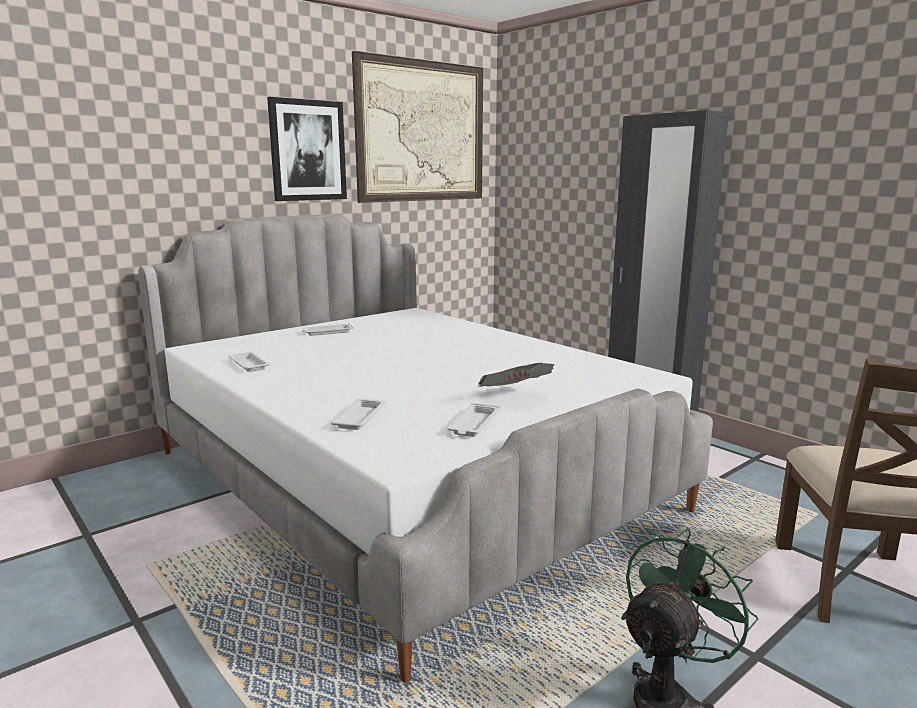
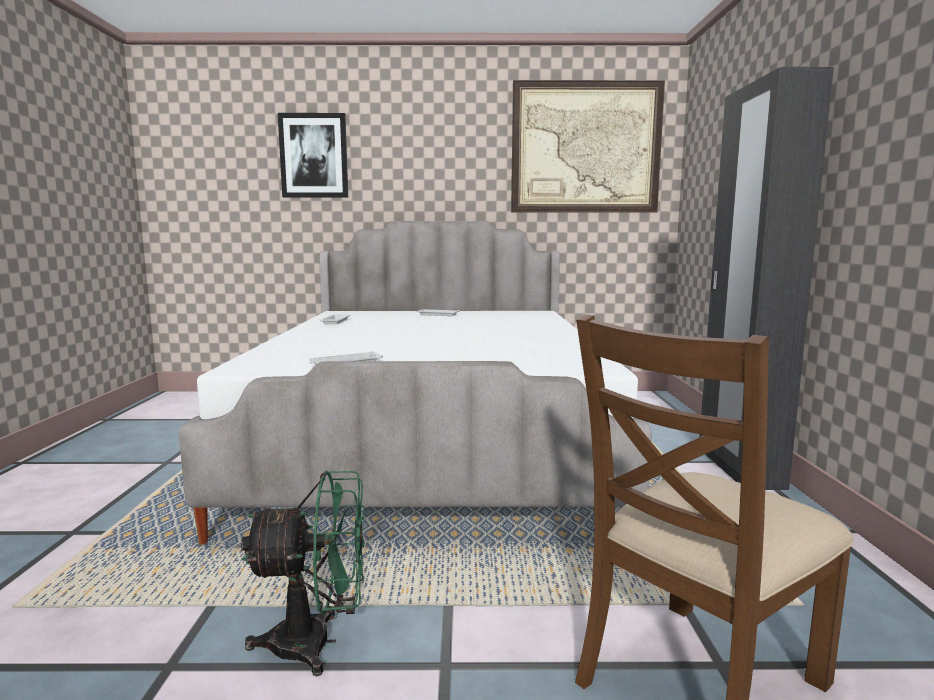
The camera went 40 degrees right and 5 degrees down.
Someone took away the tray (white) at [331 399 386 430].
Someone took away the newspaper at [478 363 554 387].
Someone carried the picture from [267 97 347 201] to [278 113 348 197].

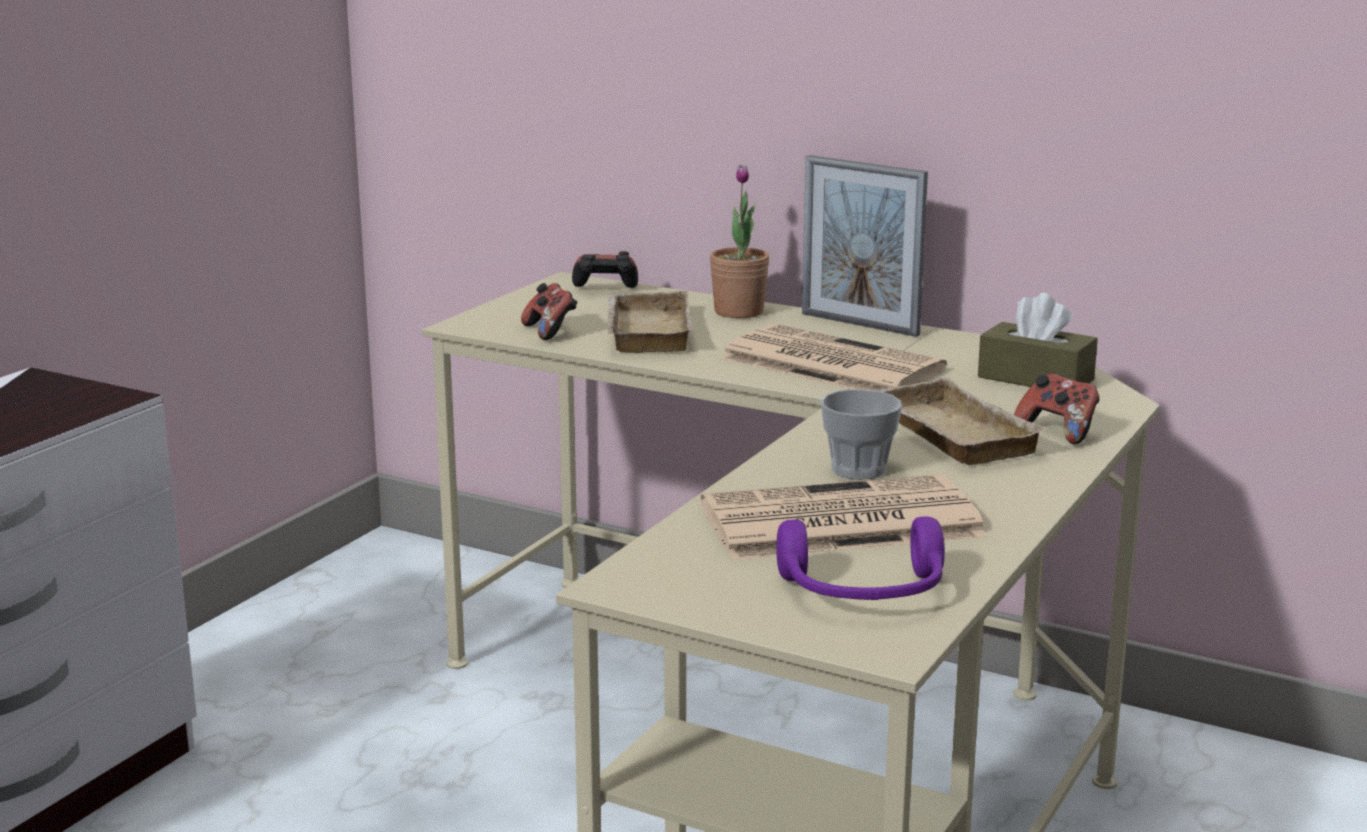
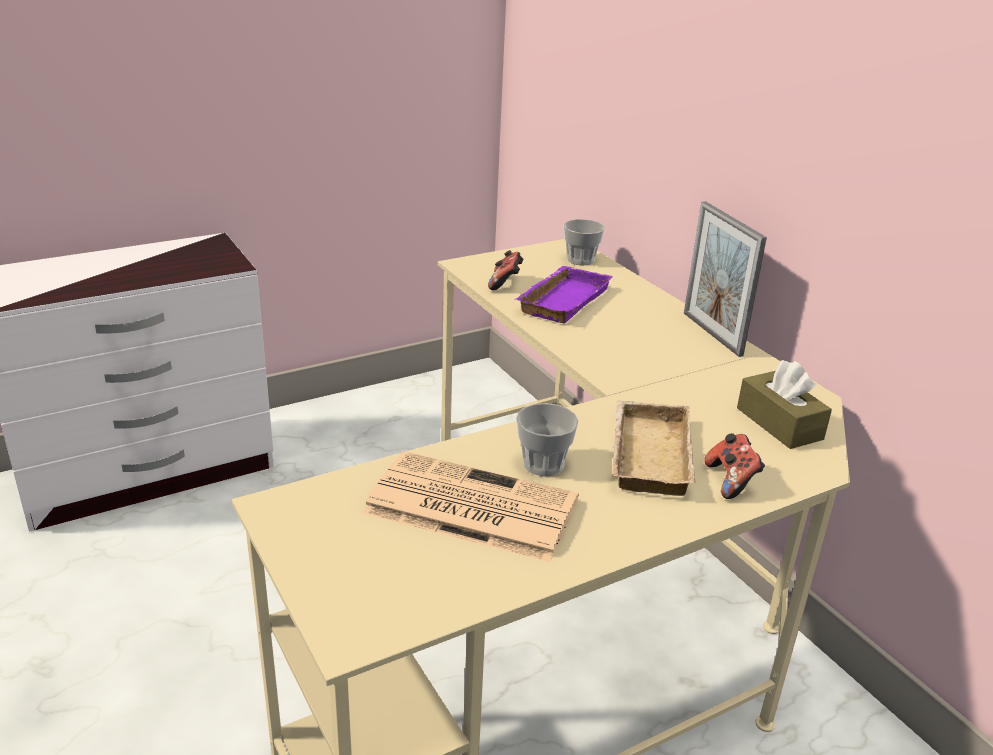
The camera went 30 degrees right and 10 degrees up.
Someone took away the potted plant at [710 165 769 318].
Someone took away the newspaper at [720 324 947 391].
Someone took away the headphones (purple) at [776 516 945 600].
Someone swapped the game controller at [572 251 638 288] for the cup at [563 219 605 265].
Someone repainted the tray (beige) at [606 291 693 353], which became the tray (purple) at [516 266 613 323].

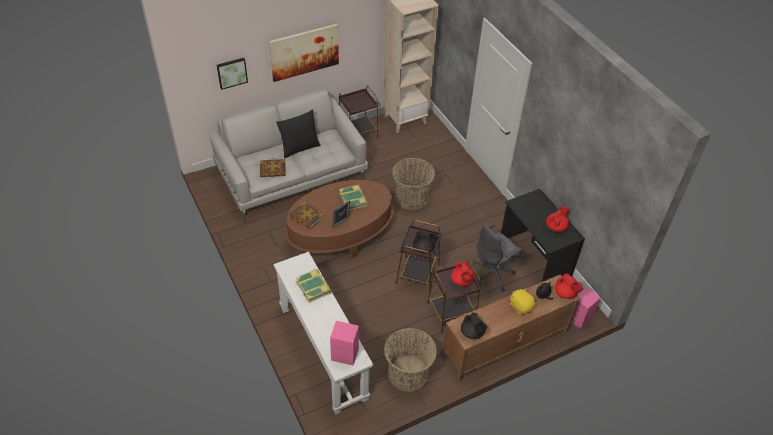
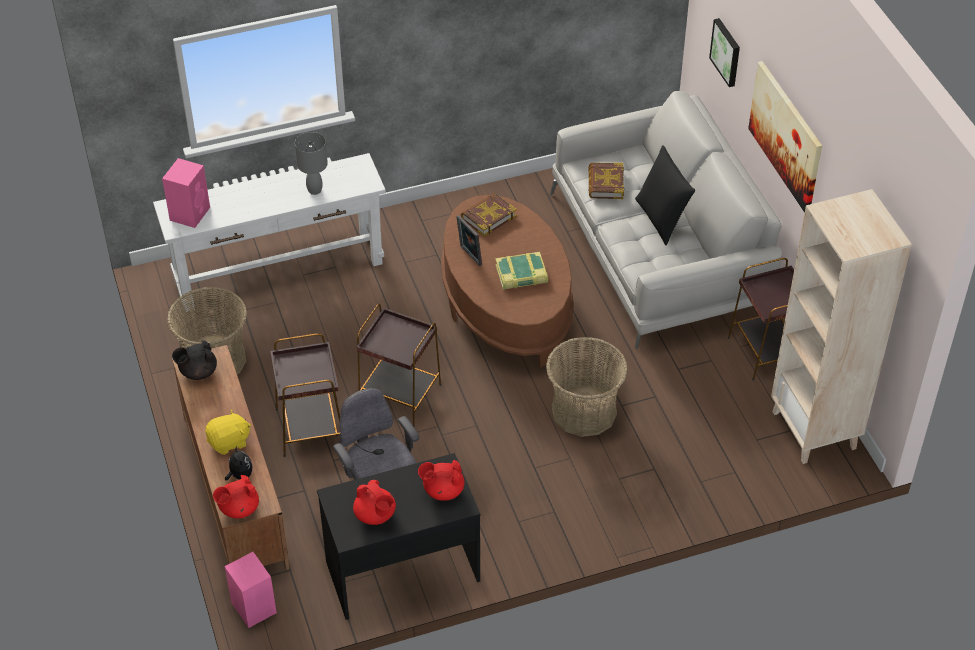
The camera went 100 degrees right and 0 degrees up.
Someone took away the teapot (black) at [413 230 438 254].
Someone carried the teapot (red) from [451 262 475 286] to [418 460 465 501].
Someone swapped the book at [296 269 331 303] for the table lamp (grey) at [295 132 328 195].

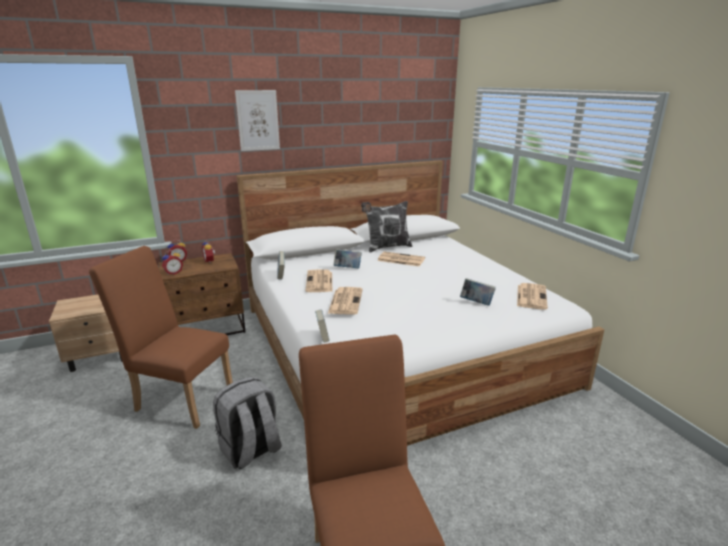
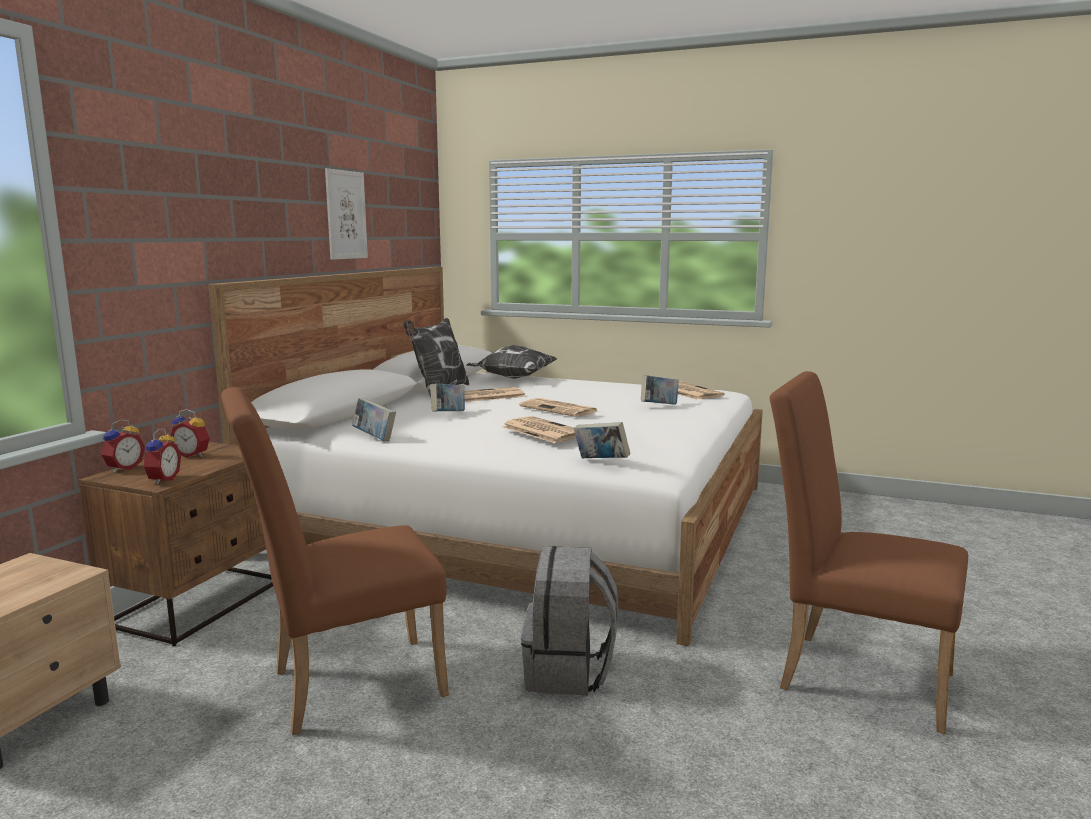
The camera went 45 degrees left and 10 degrees down.
Someone put down the pillow at [466 345 557 379].
Someone carried the picture from [235 90 280 151] to [325 168 368 260].
Someone carried the newspaper from [306 269 332 292] to [519 398 597 417].

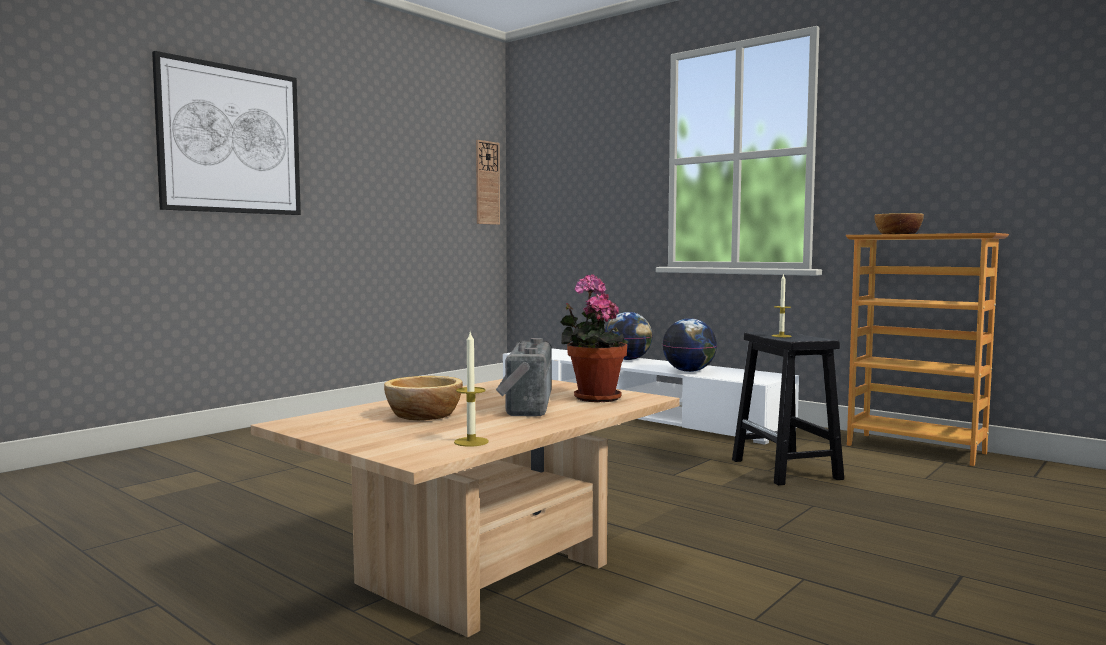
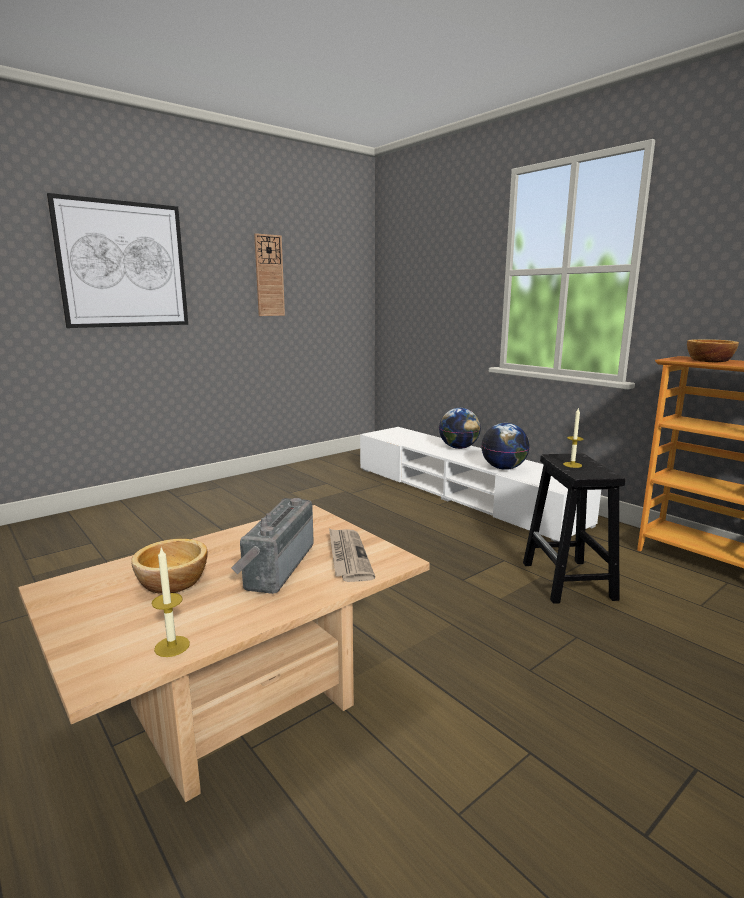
The camera went 10 degrees right and 10 degrees up.
Someone carried the wall clock from [476 140 500 225] to [254 233 285 316].
Someone swapped the potted plant at [561 274 627 402] for the newspaper at [329 528 375 582].

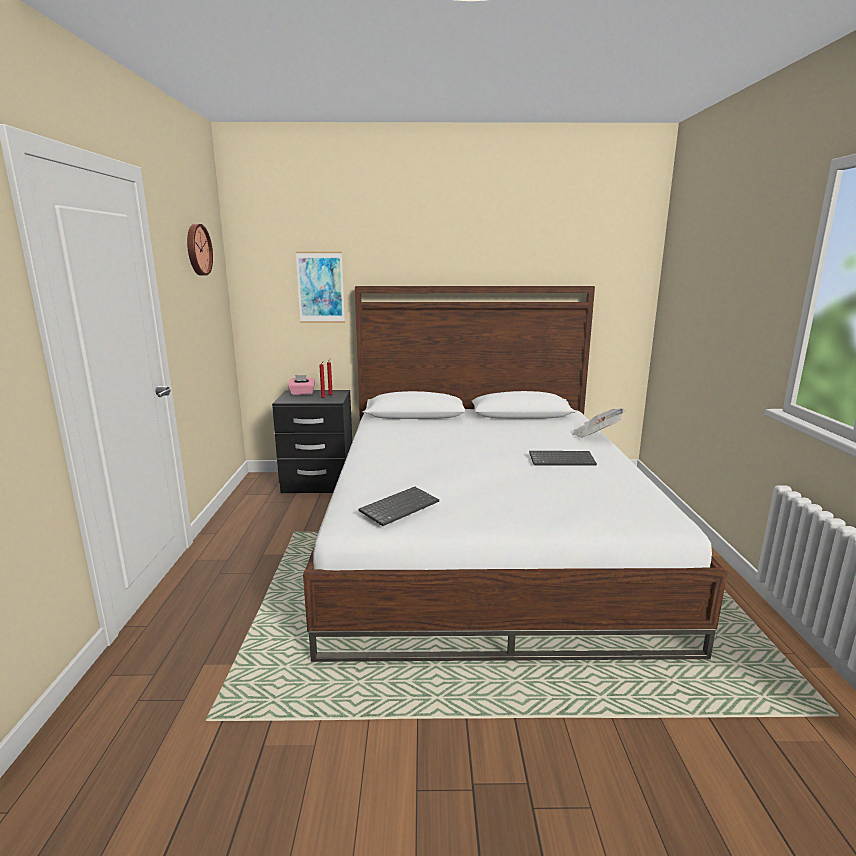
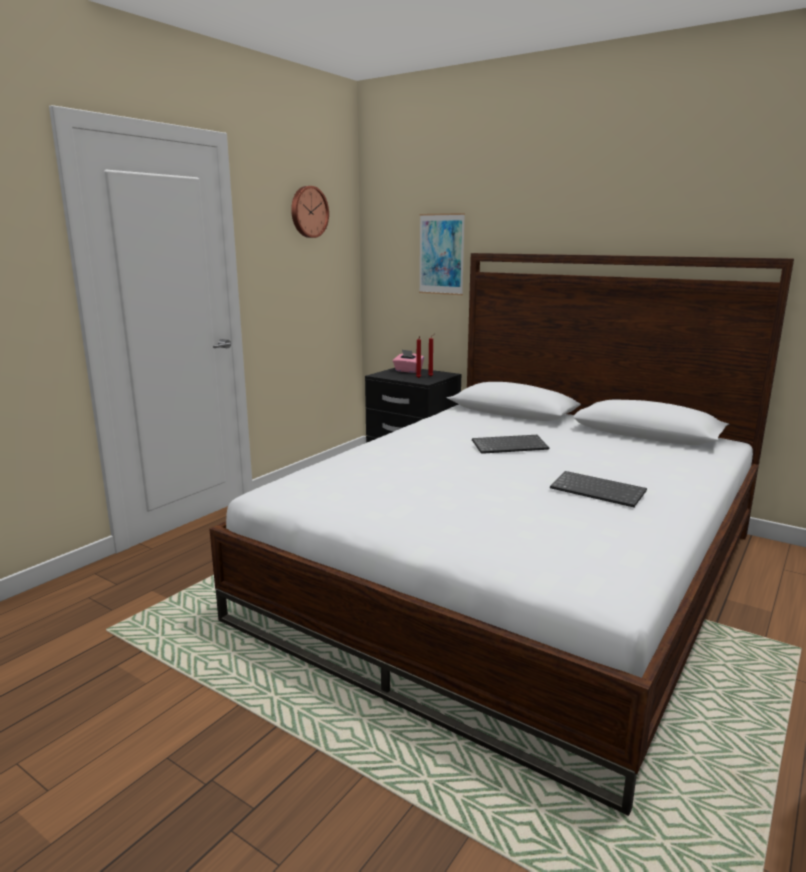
The camera went 35 degrees right and 0 degrees up.
Someone took away the newspaper at [570 409 626 438].
Someone carried the keyboard from [358 487 439 526] to [472 435 549 454].

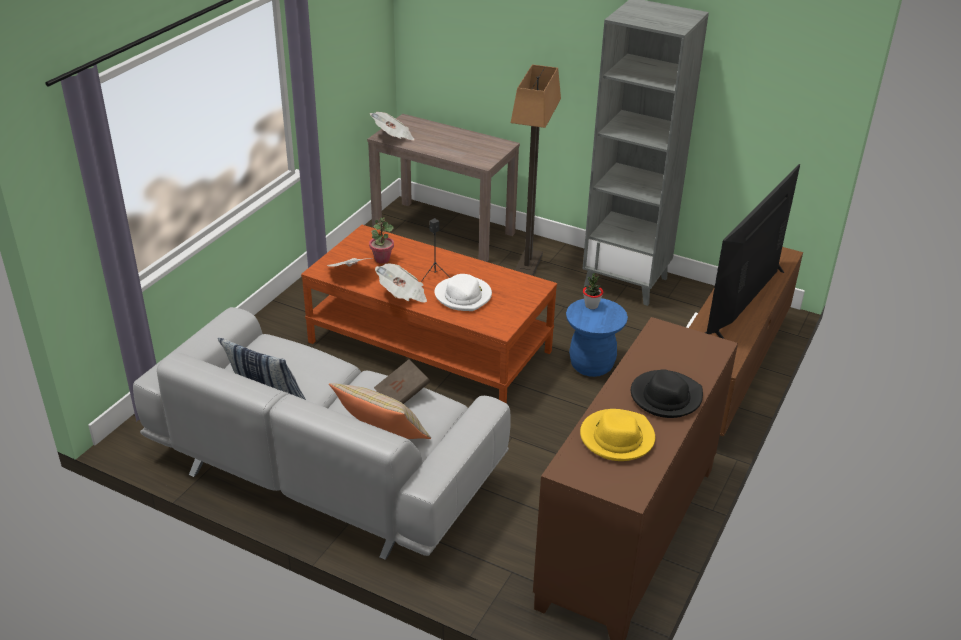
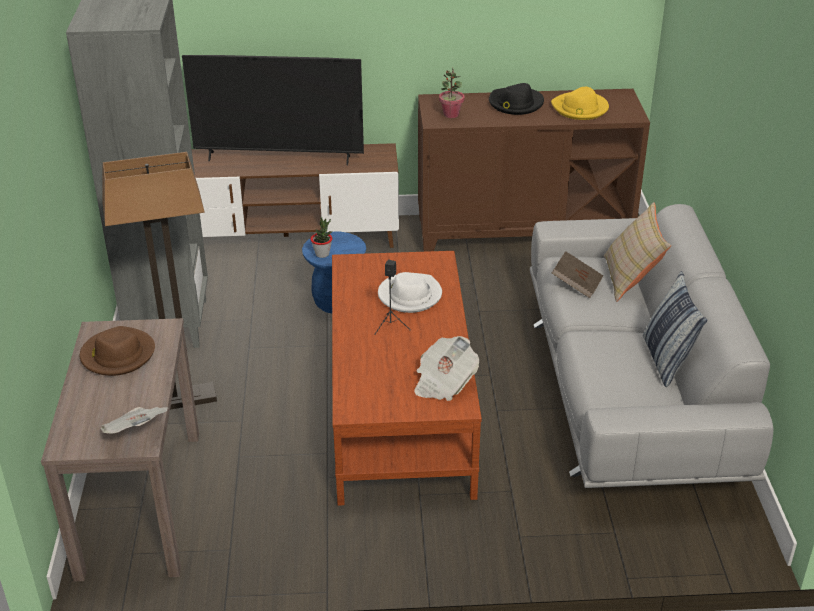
The camera went 120 degrees left and 0 degrees up.
Someone took away the newspaper at [375 264 427 303].
Someone put down the hat (brown) at [80 326 155 376].
Someone carried the potted plant from [369 217 394 264] to [439 67 465 118].

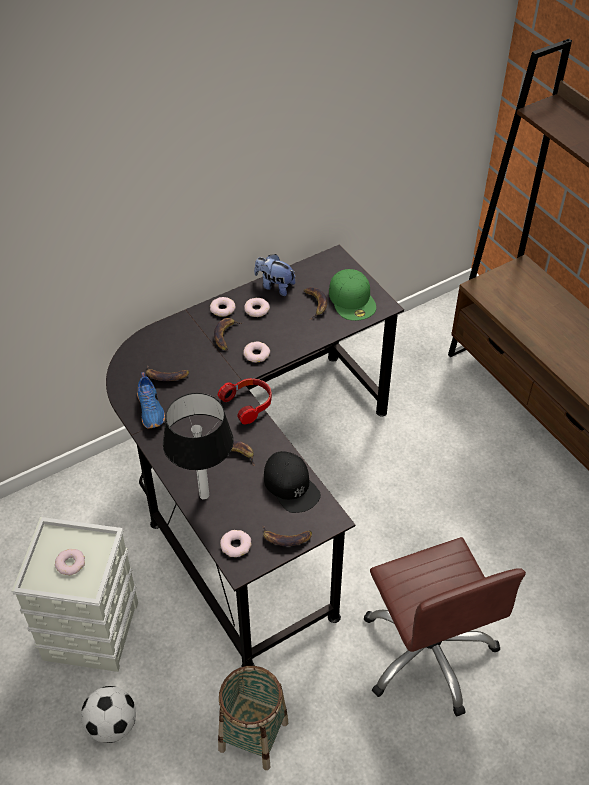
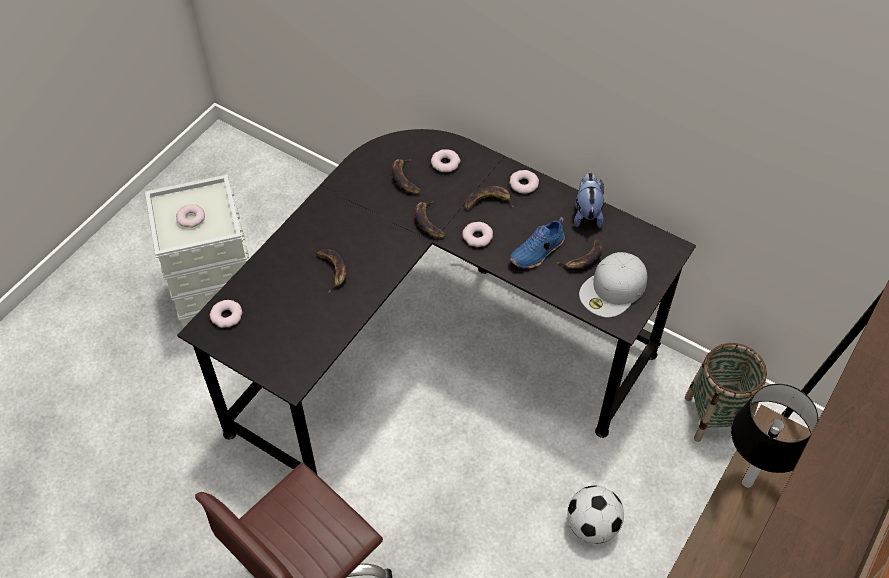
The camera went 65 degrees right and 5 degrees up.
Someone took away the headphones at [218 378 272 425].
Someone took away the cap (black) at [264 451 321 513].
Someone carried the football from [81 686 136 743] to [567 486 624 543].
Someone carried the shoe (blue) from [137 372 165 428] to [510 217 565 269].
Someone carried the table lamp from [163 393 234 500] to [731 384 818 488].
Someone carried the basket from [218 666 288 770] to [685 343 767 442].
Someone carried the donut from [244 298 270 317] to [431 149 460 172].
Someone carried the banana from [263 525 312 546] to [415 201 446 238].
Someone repainted the cap (green) at [329 269 376 321], which became the cap (white) at [579 252 647 317].

